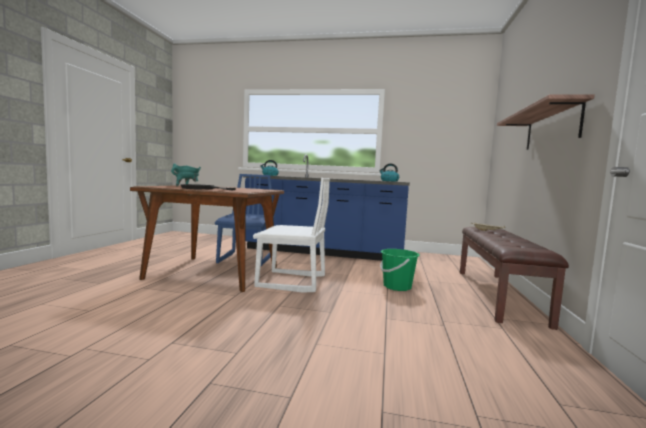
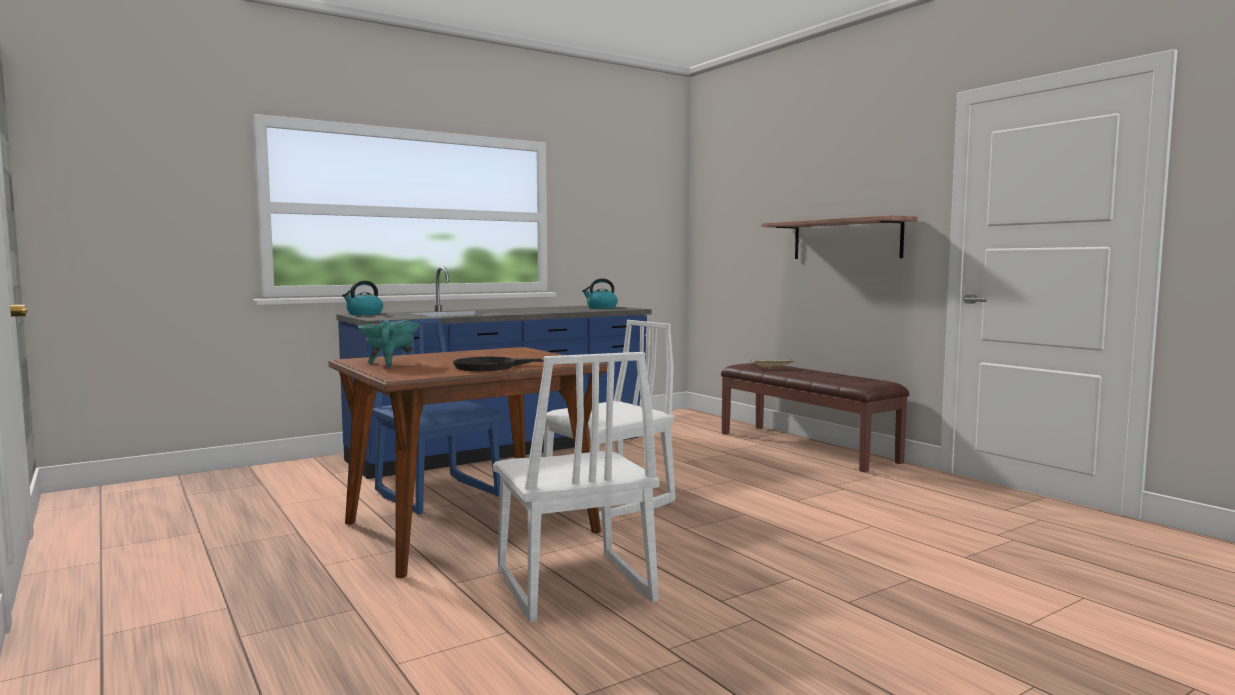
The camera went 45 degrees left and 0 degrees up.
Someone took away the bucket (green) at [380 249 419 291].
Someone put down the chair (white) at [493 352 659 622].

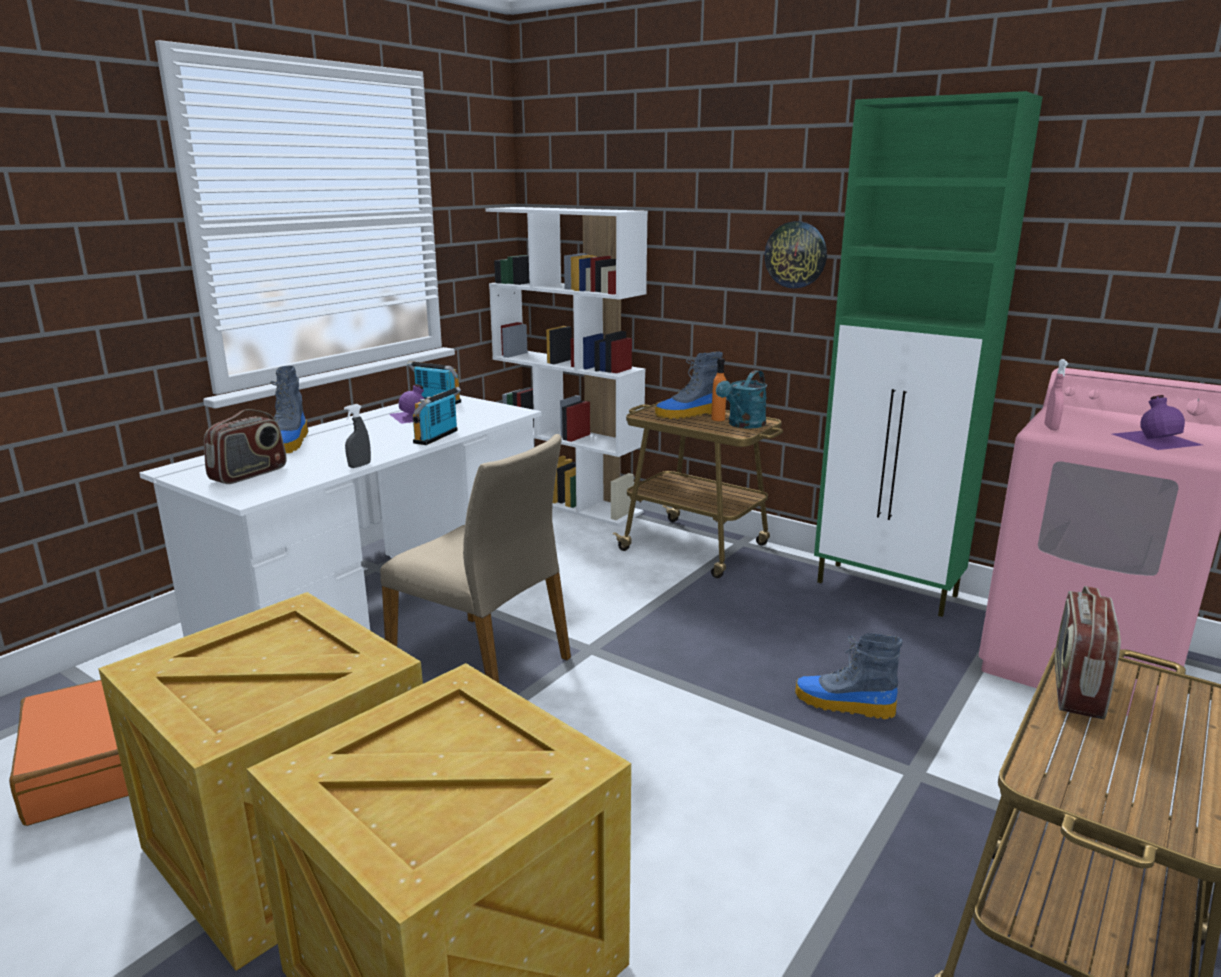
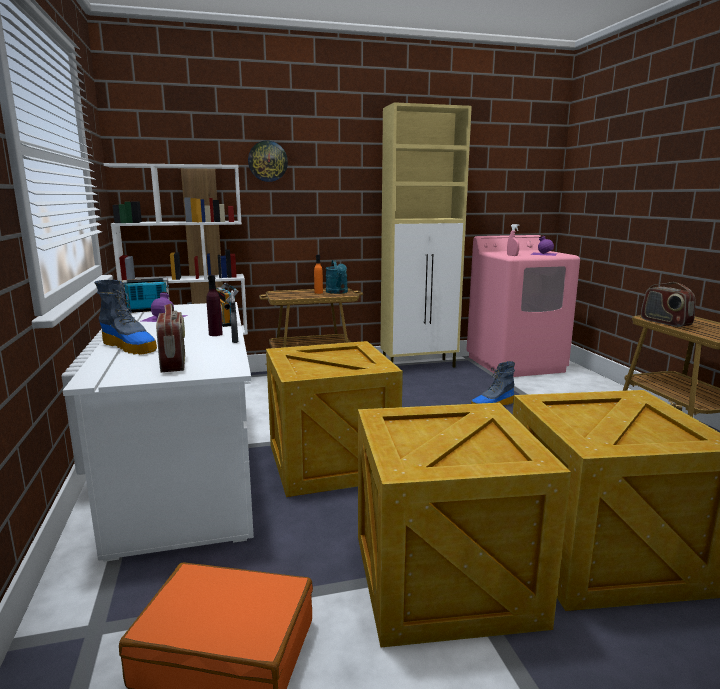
The camera went 50 degrees left and 5 degrees down.
Someone took away the boot at [655 352 723 419].
Someone put down the bottle (purple) at [206 275 223 336].
Someone carried the wall clock from [765 221 827 288] to [248 141 288 182].
Someone swapped the chair (beige) at [380 434 571 683] for the crate at [266 341 403 497].
Someone repainted the cabinet (green) at [814 91 1043 617], which became the cabinet (beige) at [380 102 472 368].

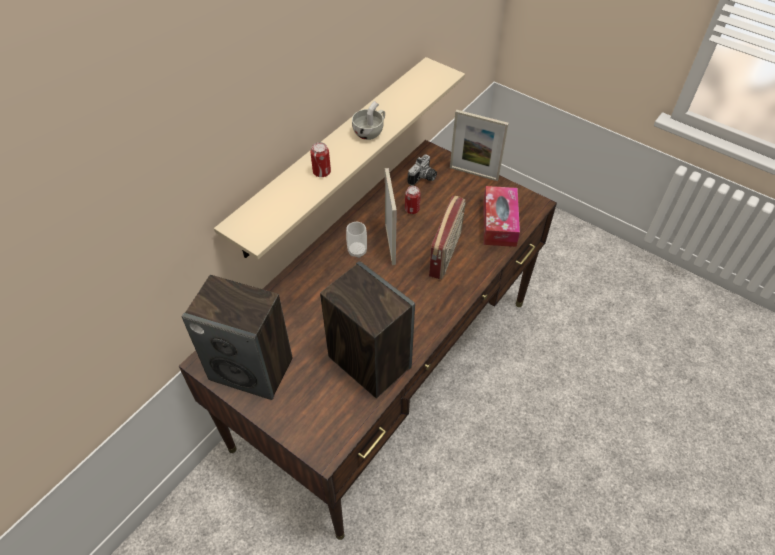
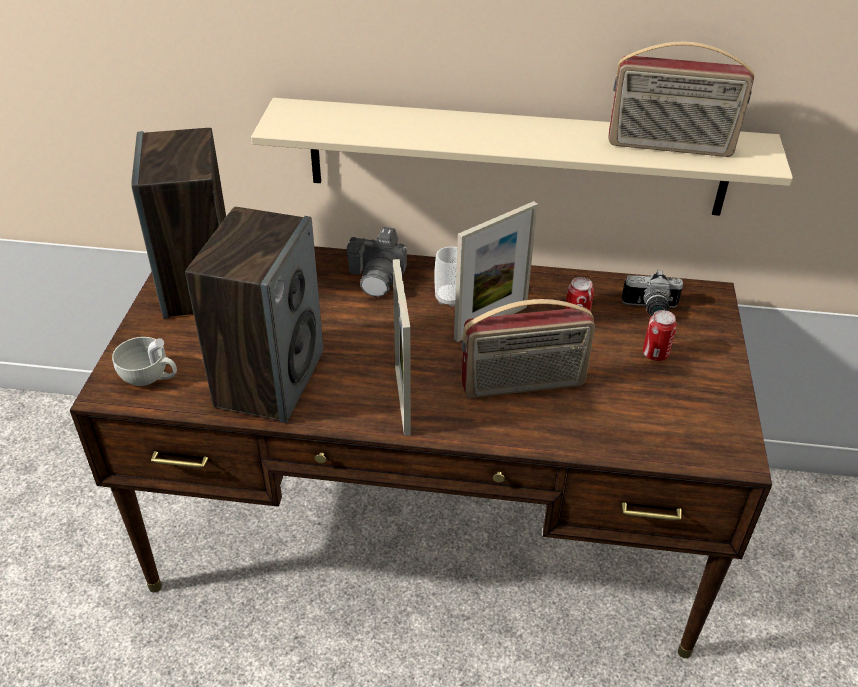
The camera went 60 degrees right and 10 degrees down.
Someone took away the tissue box at [484 186 520 247].
Someone put down the photo camera at [347 227 407 297].
Someone put down the radio at [608 42 754 157].
Someone carried the can from [311 142 331 177] to [643 310 677 361].
Someone carried the cup (white) from [352 101 385 140] to [112 337 177 386].
Someone carried the picture frame from [450 110 509 181] to [393 259 411 436].

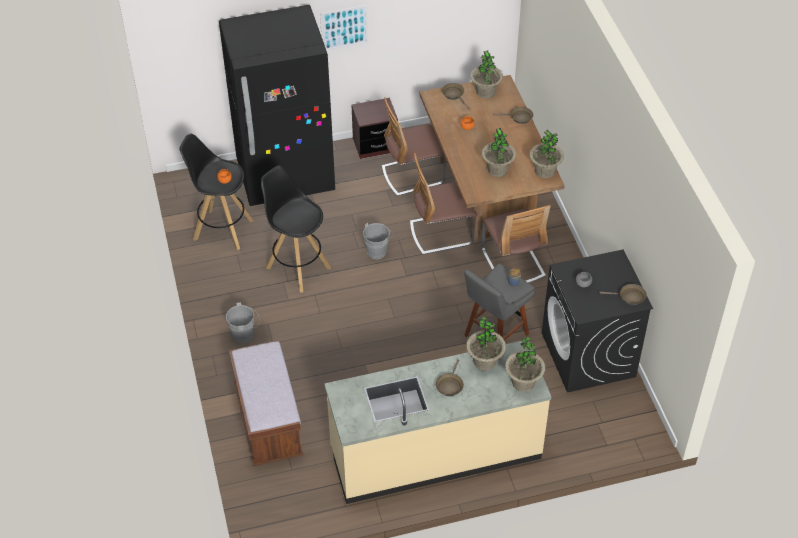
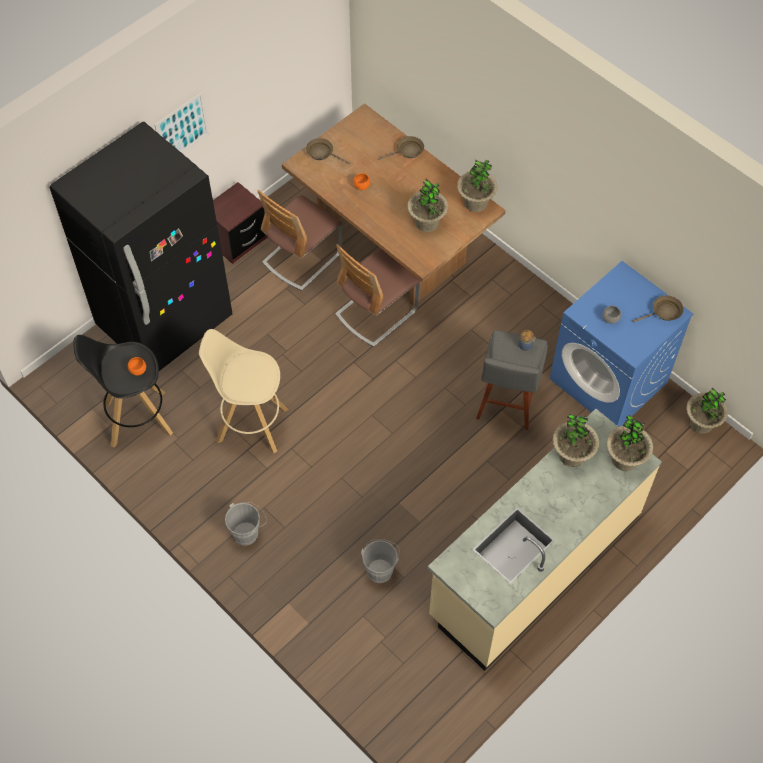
The camera went 30 degrees left and 10 degrees up.
Someone took away the bench (brown) at [229 340 303 466].
Someone took away the frying pan (brown) at [436 359 464 396].
Someone took away the chair at [482 205 551 283].
Someone carried the bucket (grey) from [363 223 394 259] to [361 539 400 583].
Someone carried the potted plant from [470 50 503 98] to [686 387 728 434].
Someone repainted the stool (black) at [261 166 331 293], which became the stool (beige) at [199 329 289 453].
Someone repainted the washing machine (black) at [542 250 653 393], which became the washing machine (blue) at [550 261 693 427].

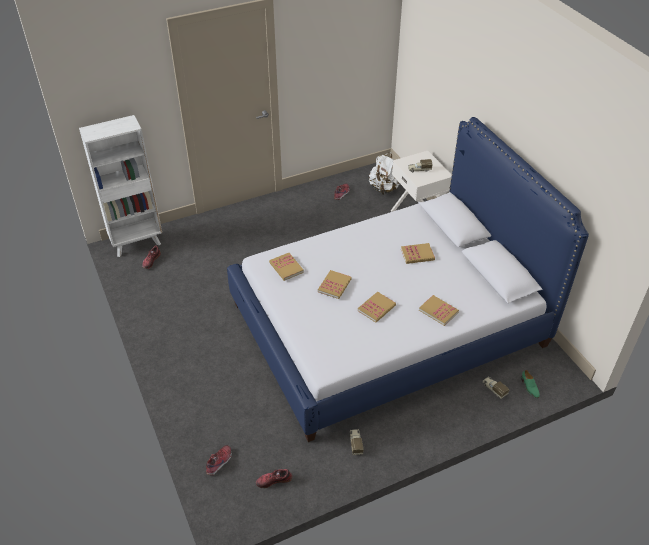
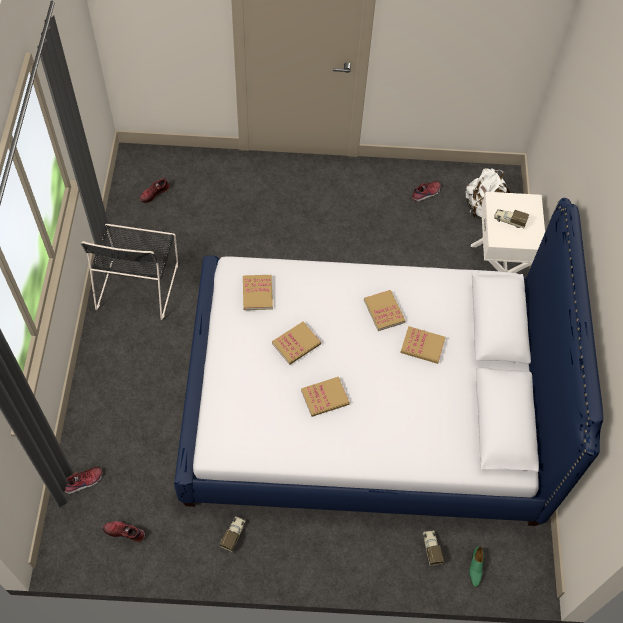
The camera went 25 degrees right and 15 degrees up.
Someone took away the bookcase (white) at [79 115 162 257].
Someone put down the chair (black) at [81 224 178 320].
Someone carried the book from [419 295 459 326] to [364 290 405 331].

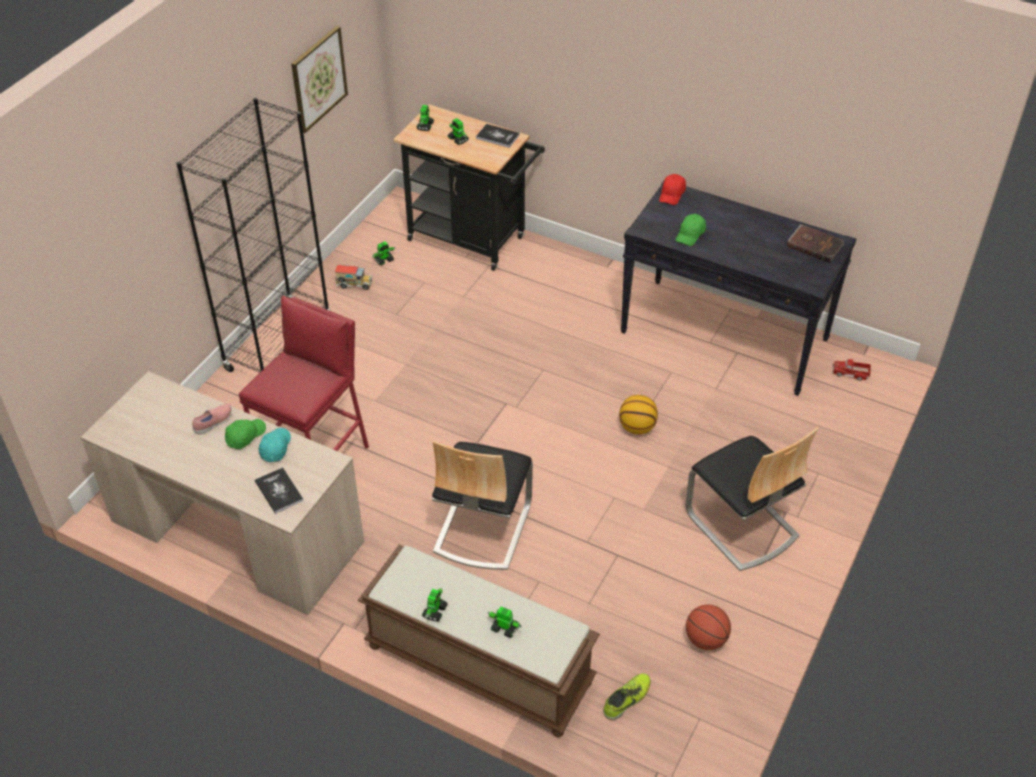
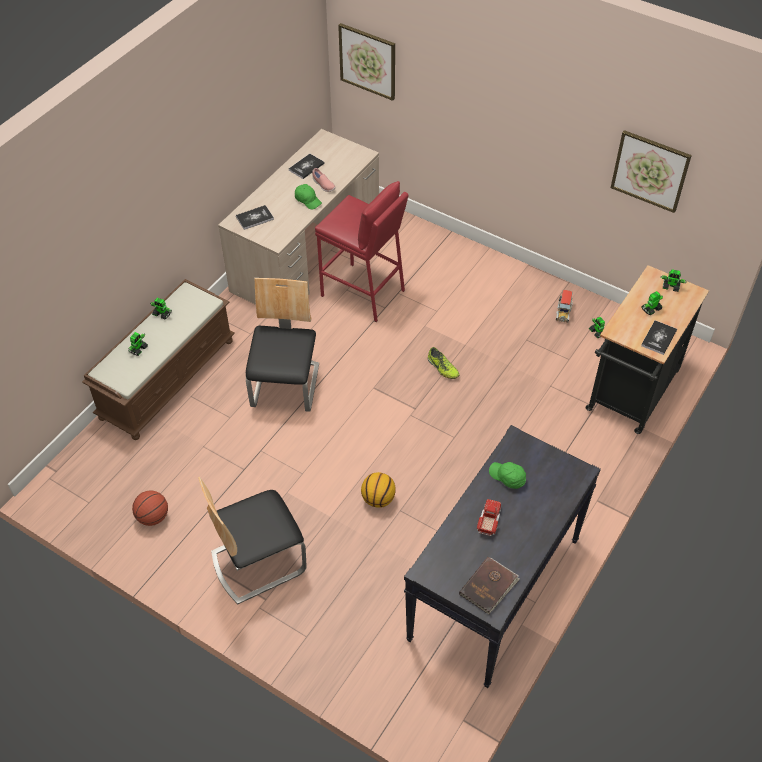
The camera went 95 degrees right and 5 degrees up.
Someone took away the bookcase (black) at [176 97 330 372].
Someone took away the cap (turquoise) at [259 428 291 462].
Someone took away the cap (red) at [659 174 686 205].
Someone put down the book at [289 154 325 179].
Someone put up the picture at [338 23 395 101].
Someone carried the shoe from [603 673 651 720] to [428 347 459 379].
Someone carried the toy truck from [832 359 871 381] to [477 499 501 536].
Someone rotated the chair at [432 440 533 570] by 75 degrees clockwise.

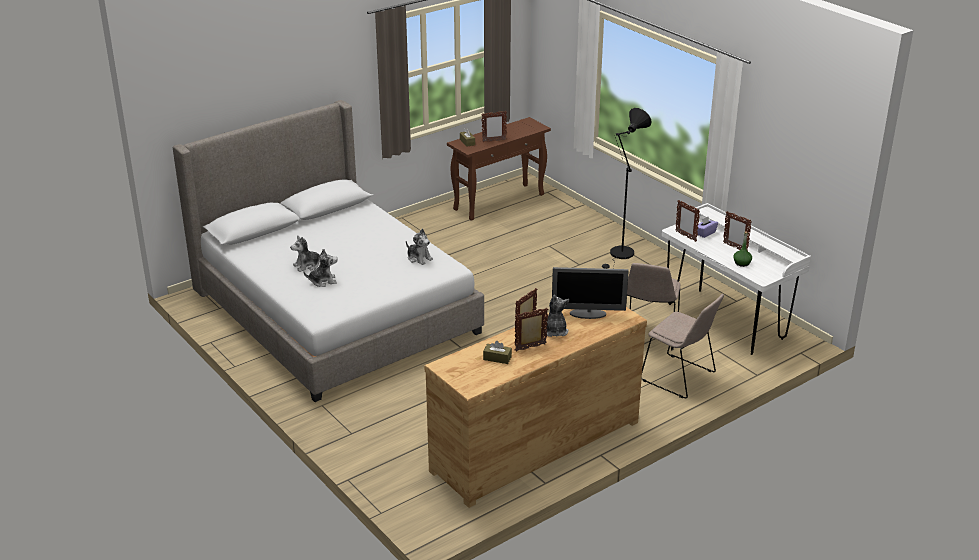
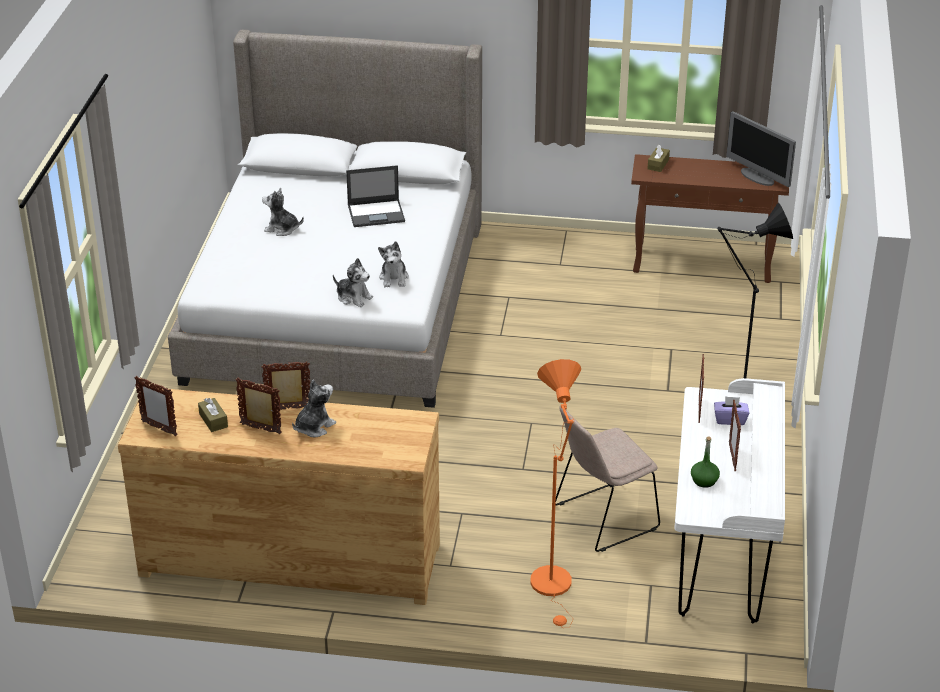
The camera went 45 degrees right and 5 degrees up.
Someone put down the laptop at [346 165 405 227].
Someone carried the plush toy from [303 249 338 287] to [333 258 373 307].
Someone carried the picture frame from [481 111 507 142] to [134 376 178 436].
Someone carried the monitor from [552 267 629 319] to [726 111 796 187].
Someone swapped the chair (beige) at [642 294 724 398] for the floor lamp (orange) at [530 359 581 628].

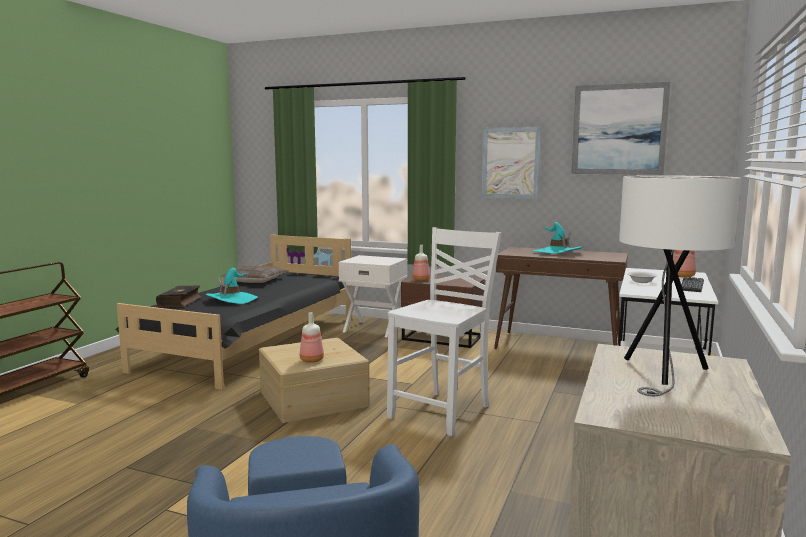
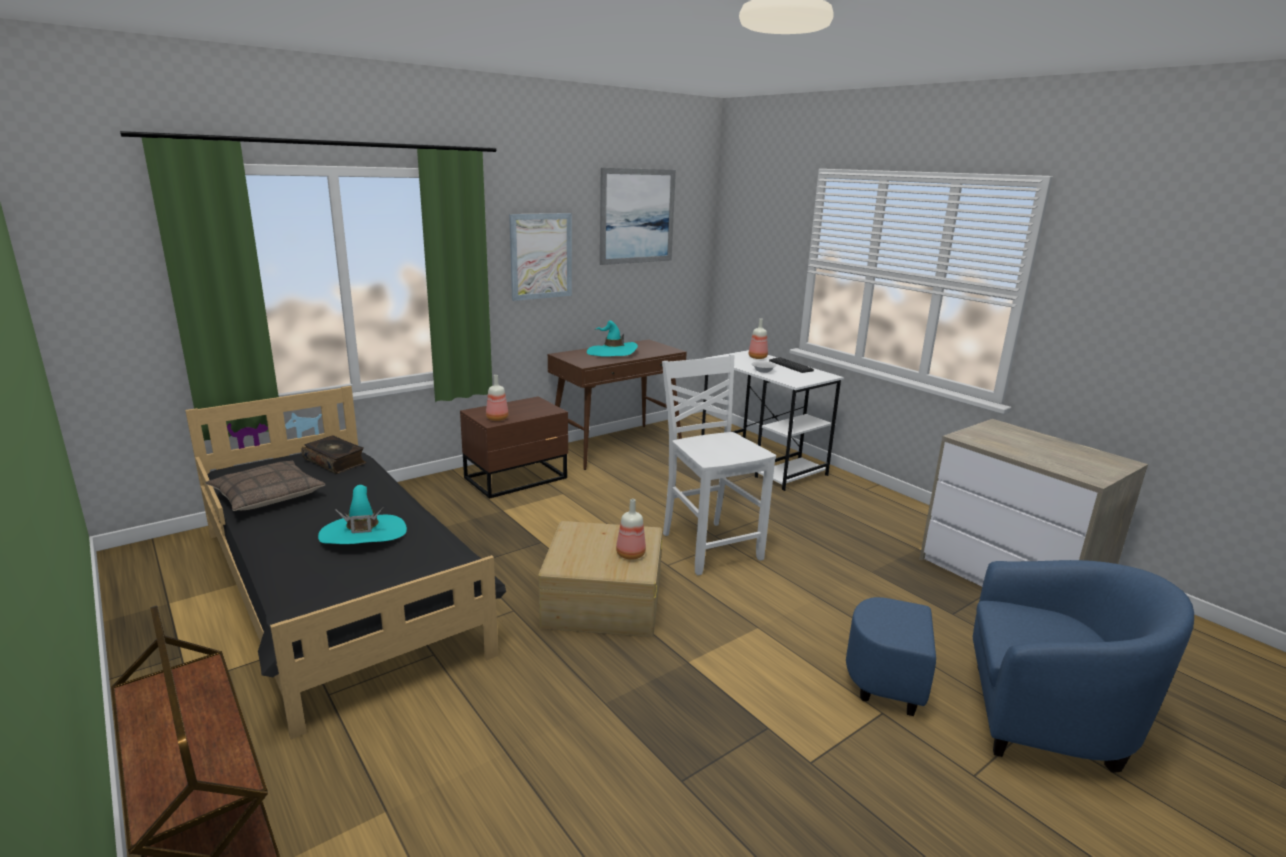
The camera went 60 degrees left and 10 degrees up.
Someone took away the nightstand (white) at [338 255 407 338].
Someone took away the table lamp (white) at [619 175 741 396].
Someone carried the book from [156 285 201 307] to [301 435 366 474].

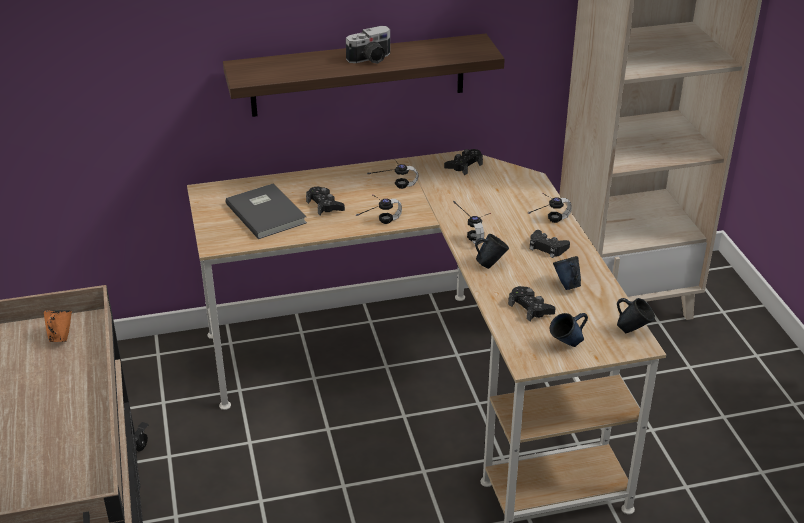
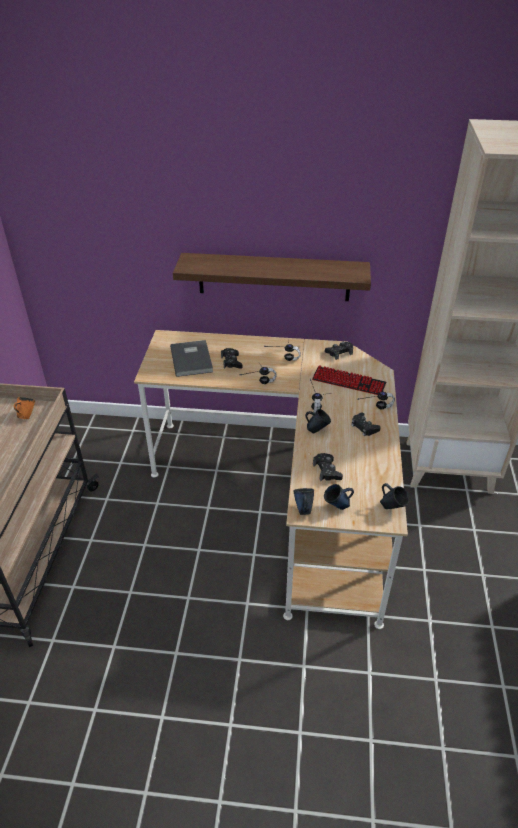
The camera went 20 degrees right and 5 degrees up.
Someone took away the photo camera at [346 26 390 64].
Someone put down the keyboard at [312 365 386 395].
Someone carried the mug (blue) from [553 256 581 290] to [294 488 314 515].

